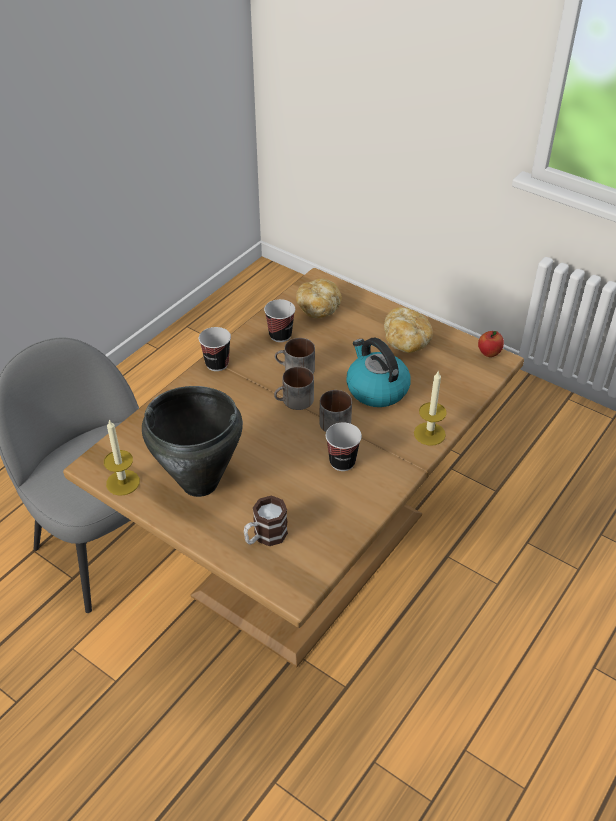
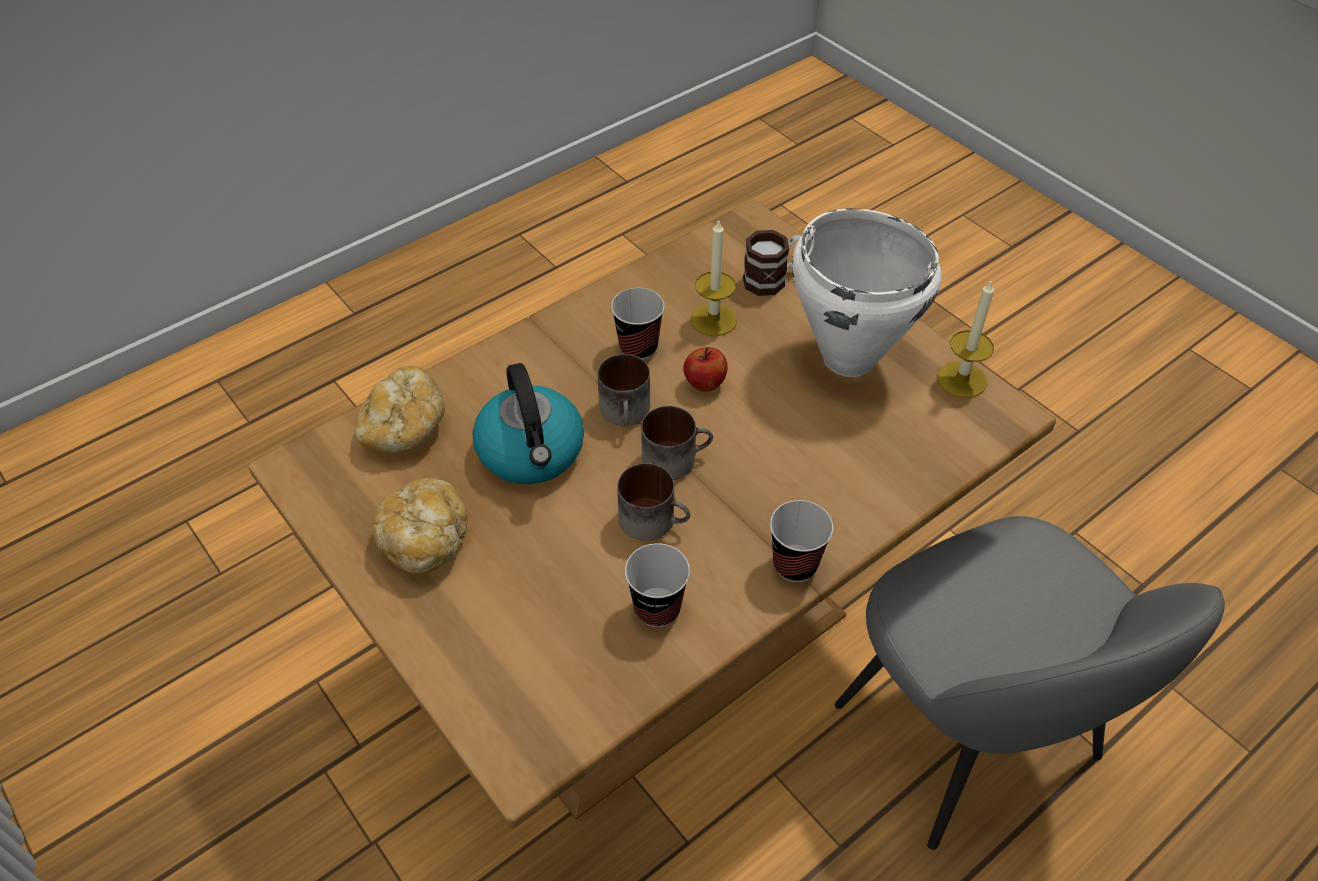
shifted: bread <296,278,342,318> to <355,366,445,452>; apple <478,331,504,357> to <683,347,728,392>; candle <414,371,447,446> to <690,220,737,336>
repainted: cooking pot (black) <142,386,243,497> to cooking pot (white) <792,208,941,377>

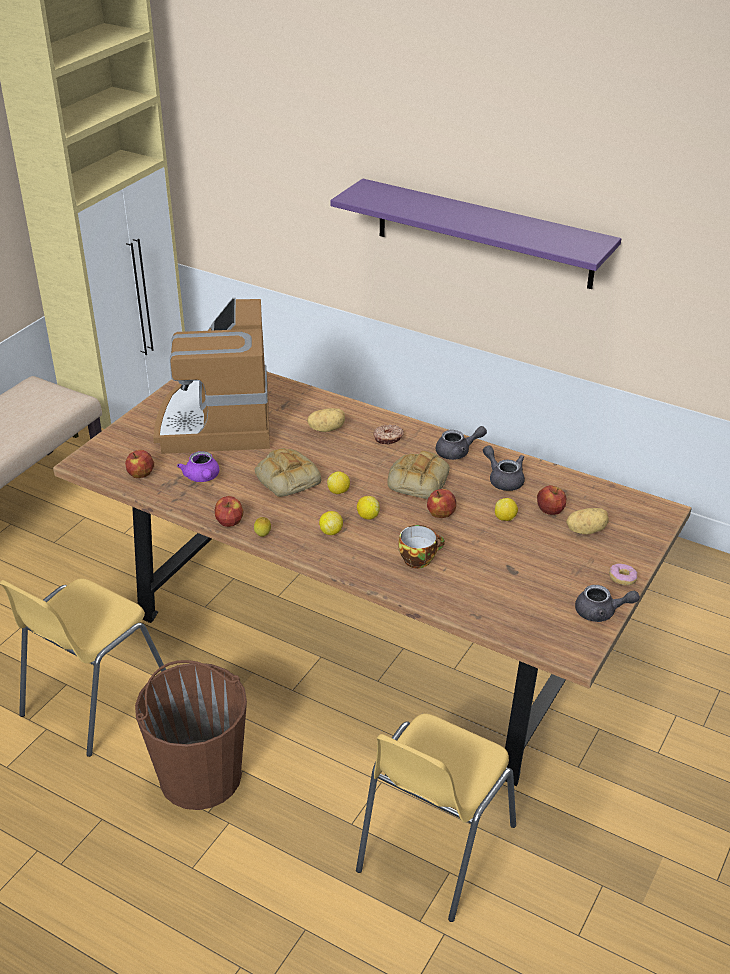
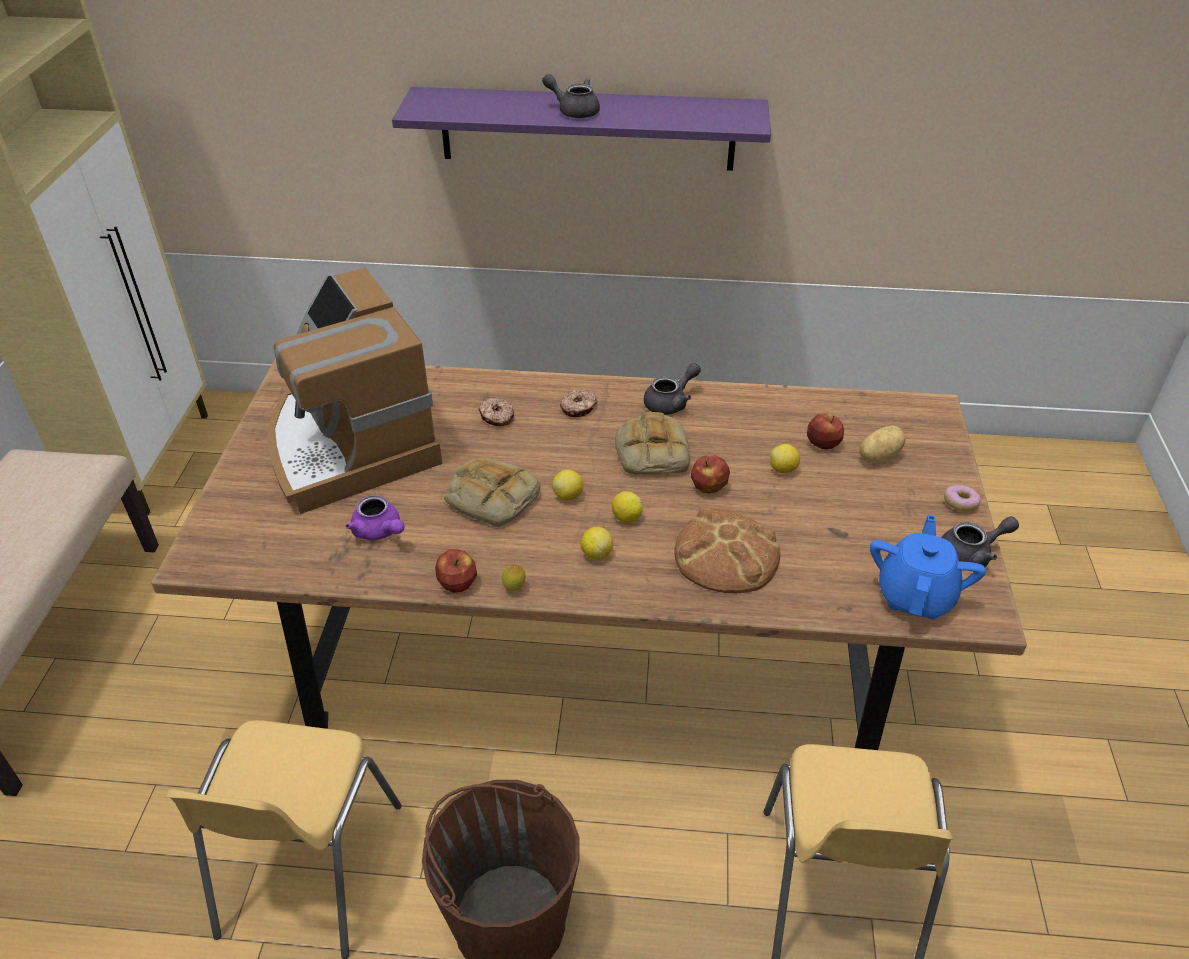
gone: apple <125,450,154,478>
new: teapot (blue) <870,515,986,620>
shifted: teapot (grey) <483,445,525,491> to <542,74,600,118>
swapped: potato <307,408,345,432> to donut <478,398,514,426>; cup <398,525,445,569> to bread <674,507,780,593>

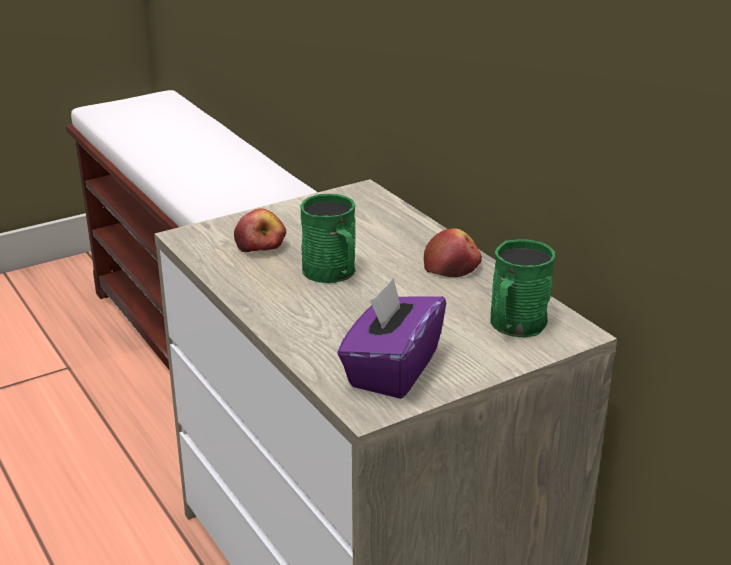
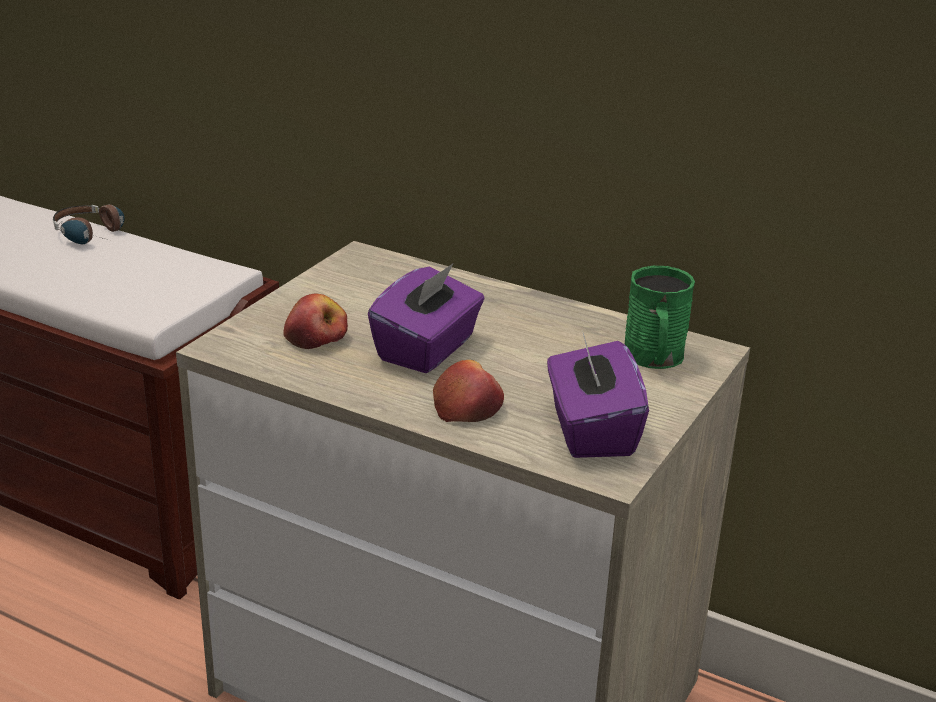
new: headphones <53,204,125,244>
shifted: apple <424,228,482,277> to <433,360,504,422>
swapped: mug (green) <300,194,356,283> to tissue box (purple) <368,264,484,373>

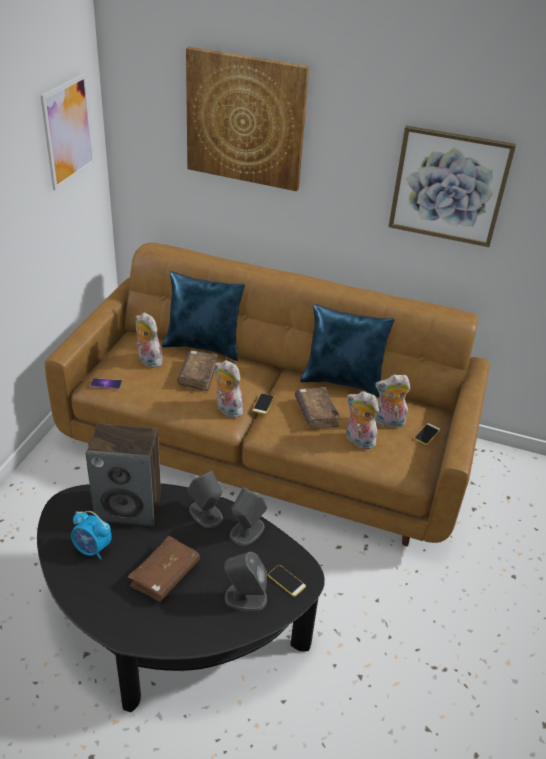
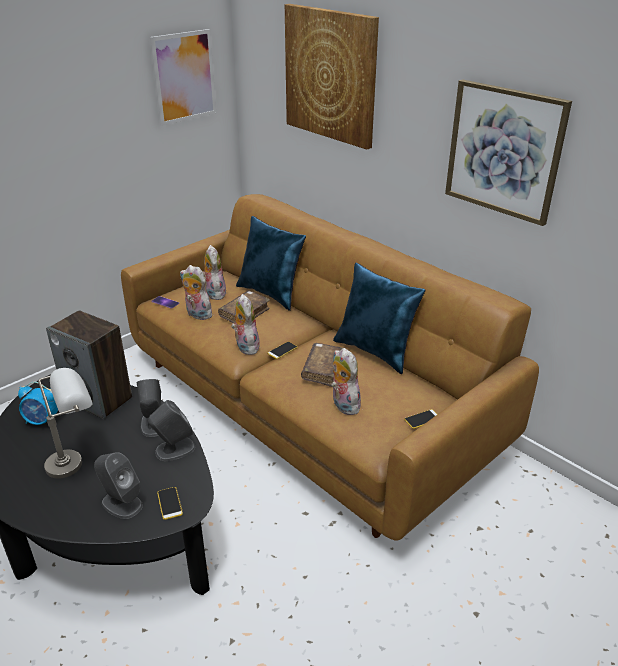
shifted: plush toy <375,374,411,428> to <180,265,212,320>
swapped: book (brown) <128,536,200,601> to table lamp (grey) <38,368,93,479>
rotated: alarm clock <71,511,112,560> = <18,382,58,425> 45 degrees counterclockwise

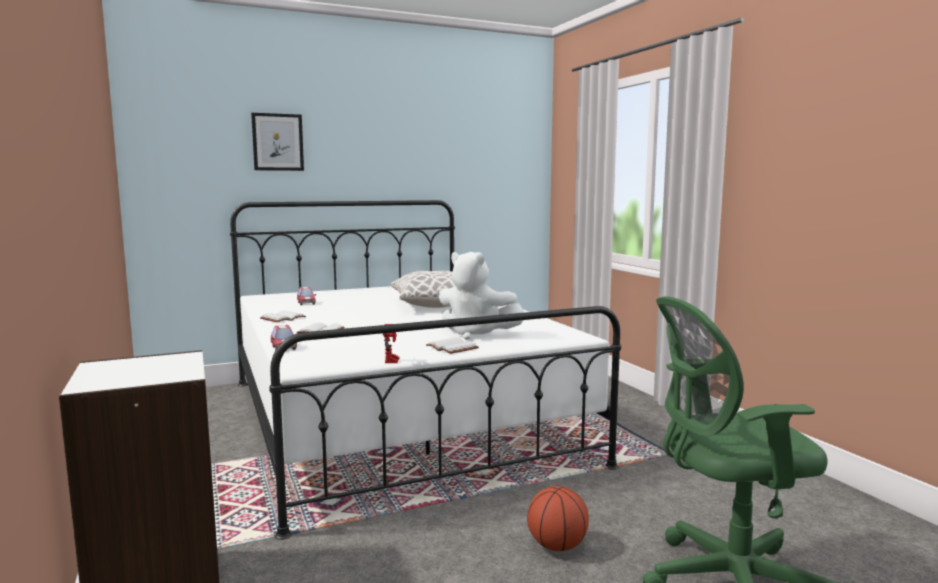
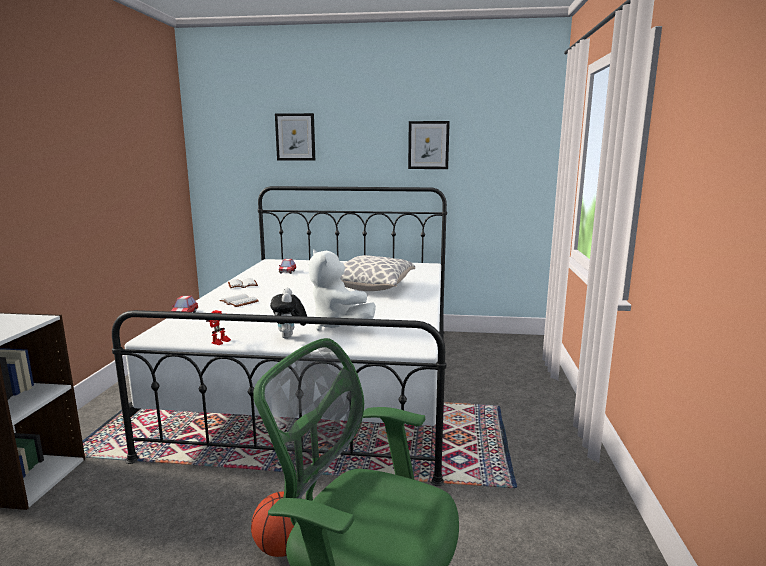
new: picture <408,121,450,169>
swapped: book (white) <426,337,479,354> to plush toy <270,288,307,339>

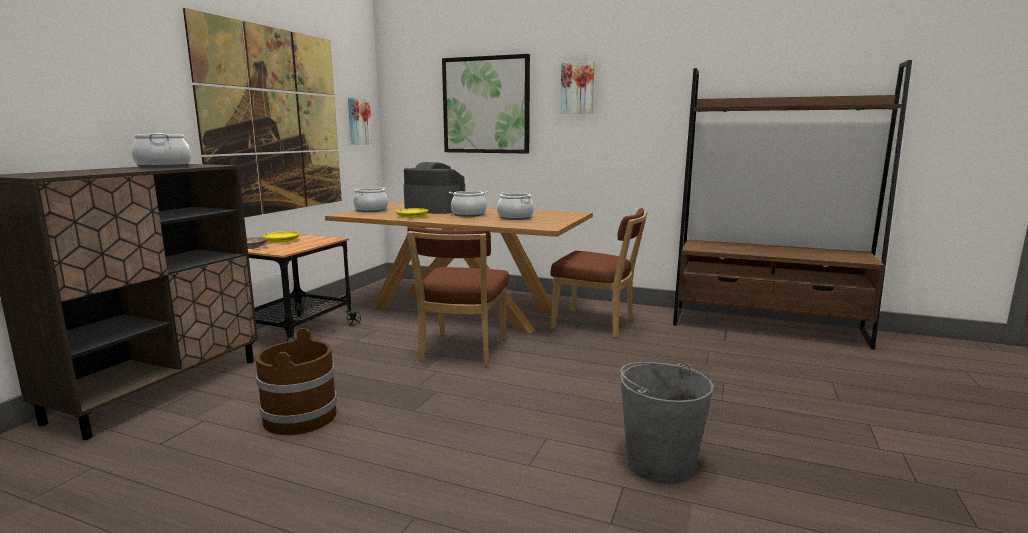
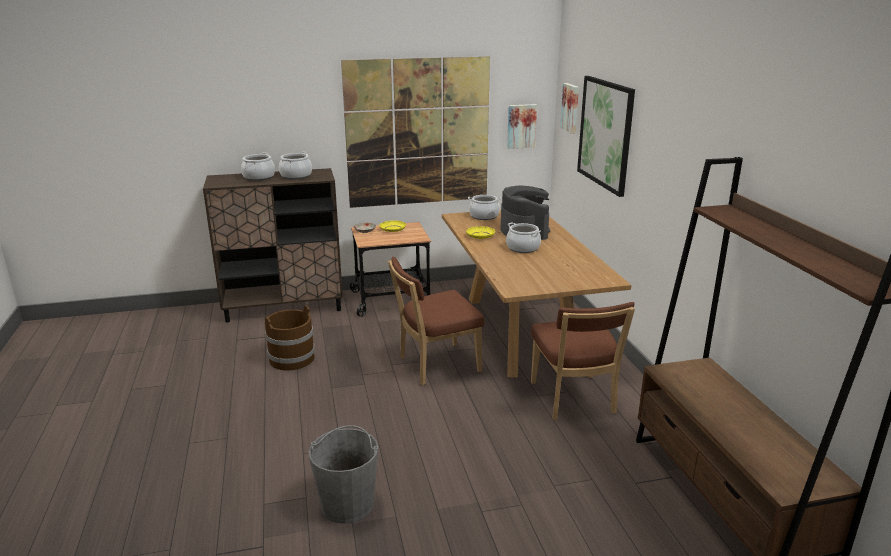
shifted: cooking pot <497,192,534,220> to <241,153,275,181>; picture <560,61,595,114> to <560,83,579,134>

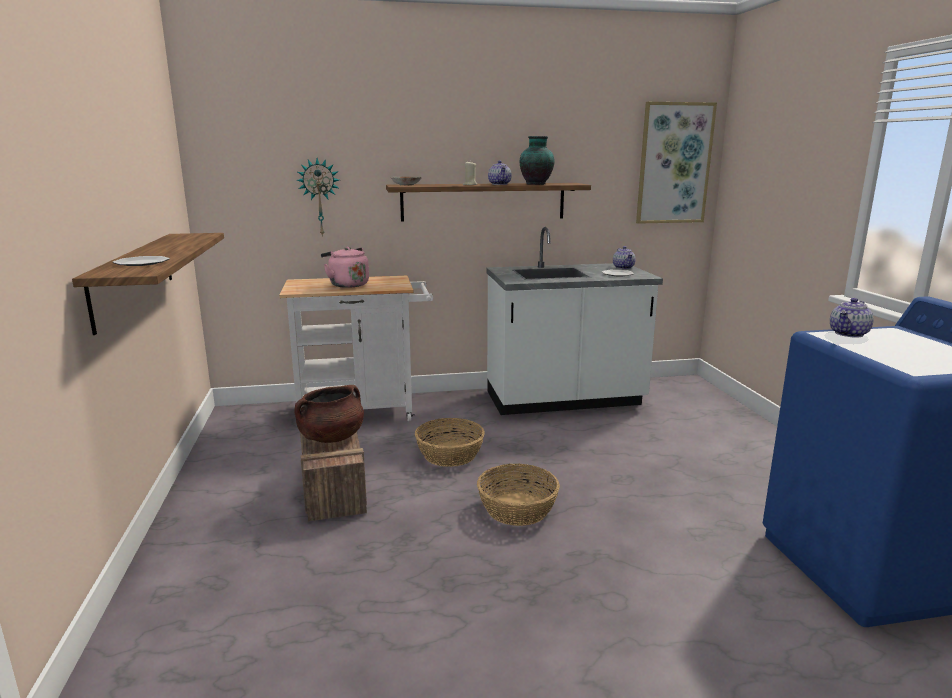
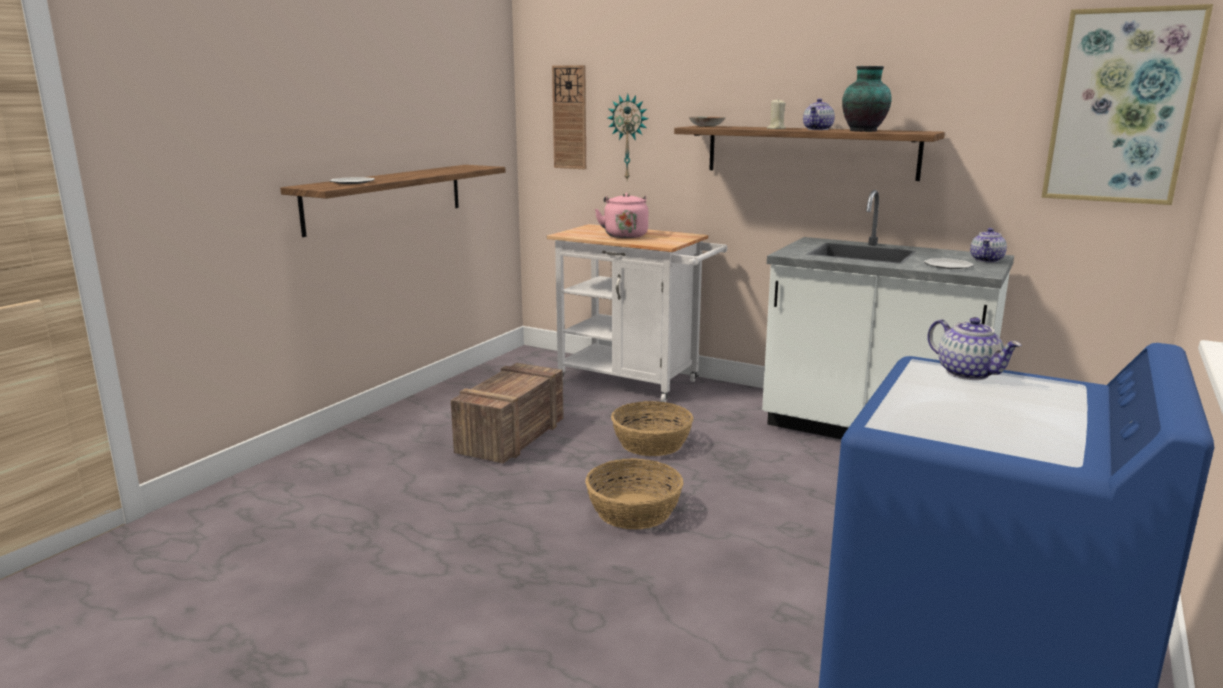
gone: cooking pot (brown) <294,385,364,443>
new: wall clock <552,65,586,169>
rotated: teapot <830,298,874,338> = <927,317,1022,380> 120 degrees counterclockwise

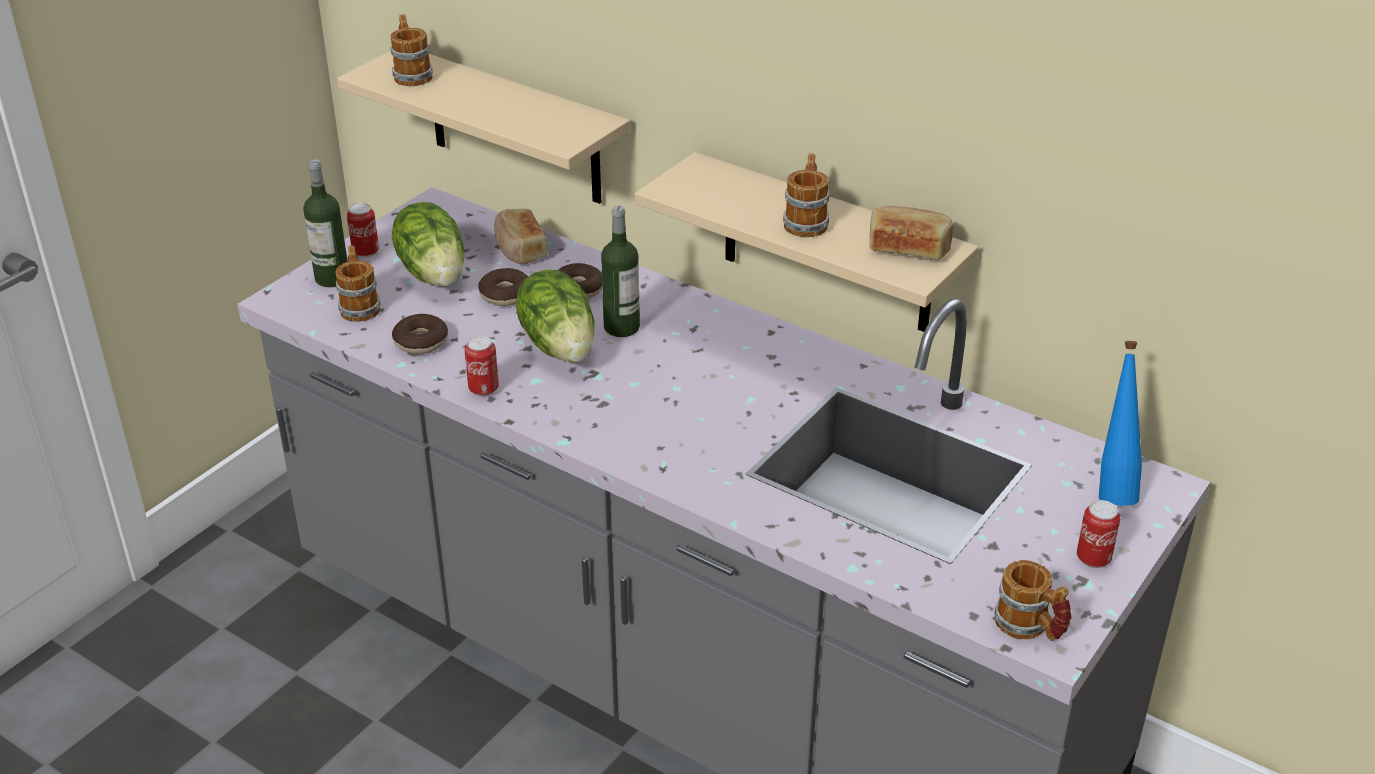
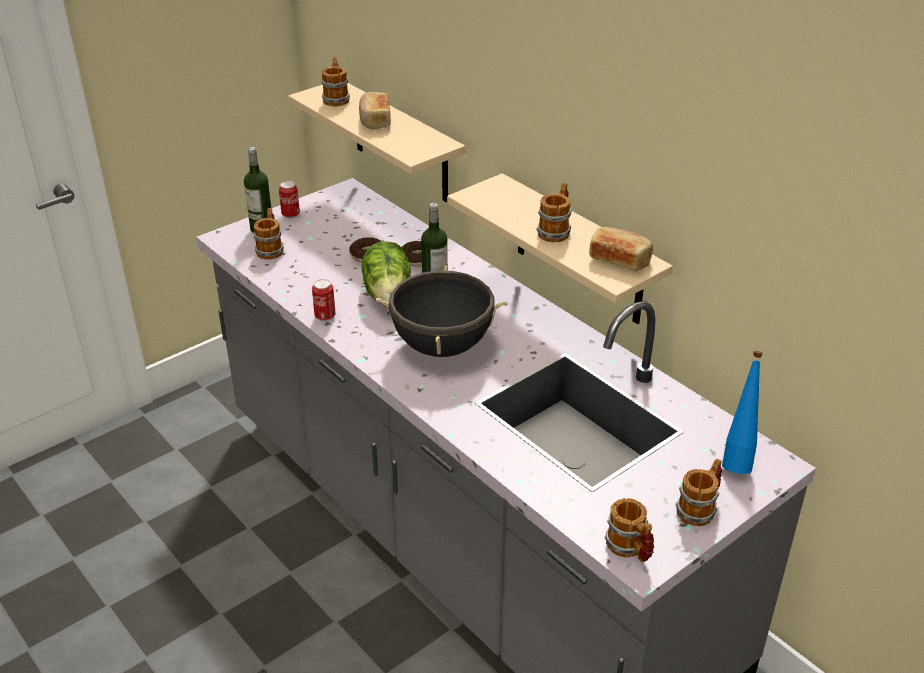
gone: lettuce <392,202,464,287>; donut <392,314,448,354>
new: cooking pot (black) <376,265,508,357>
shifted: bread <494,209,548,264> to <359,92,391,130>
swapped: can <1077,500,1120,568> to mug <675,459,722,526>

